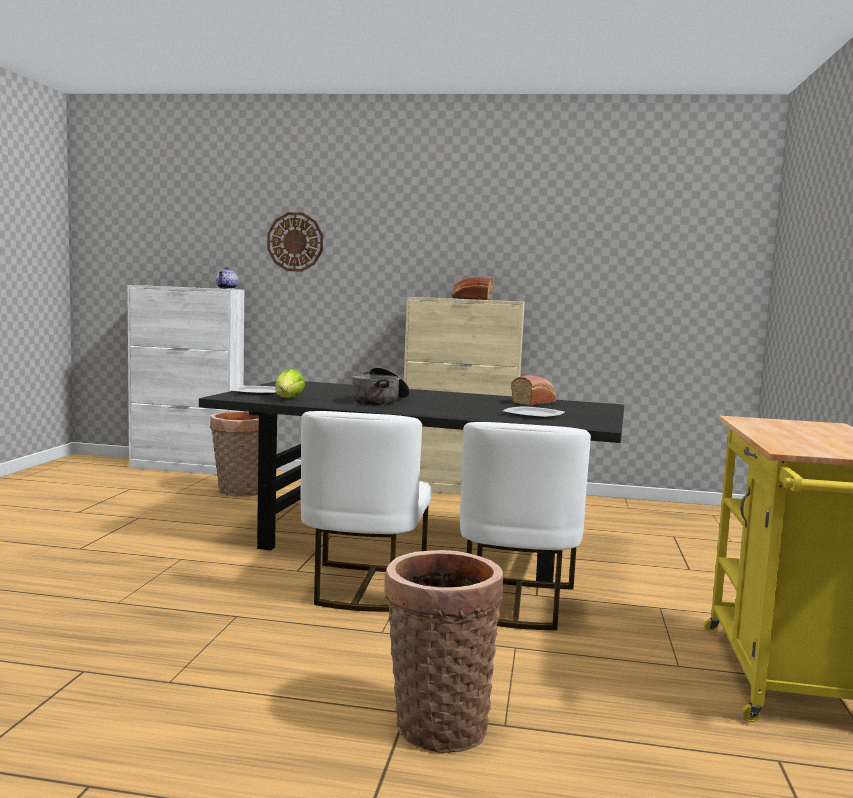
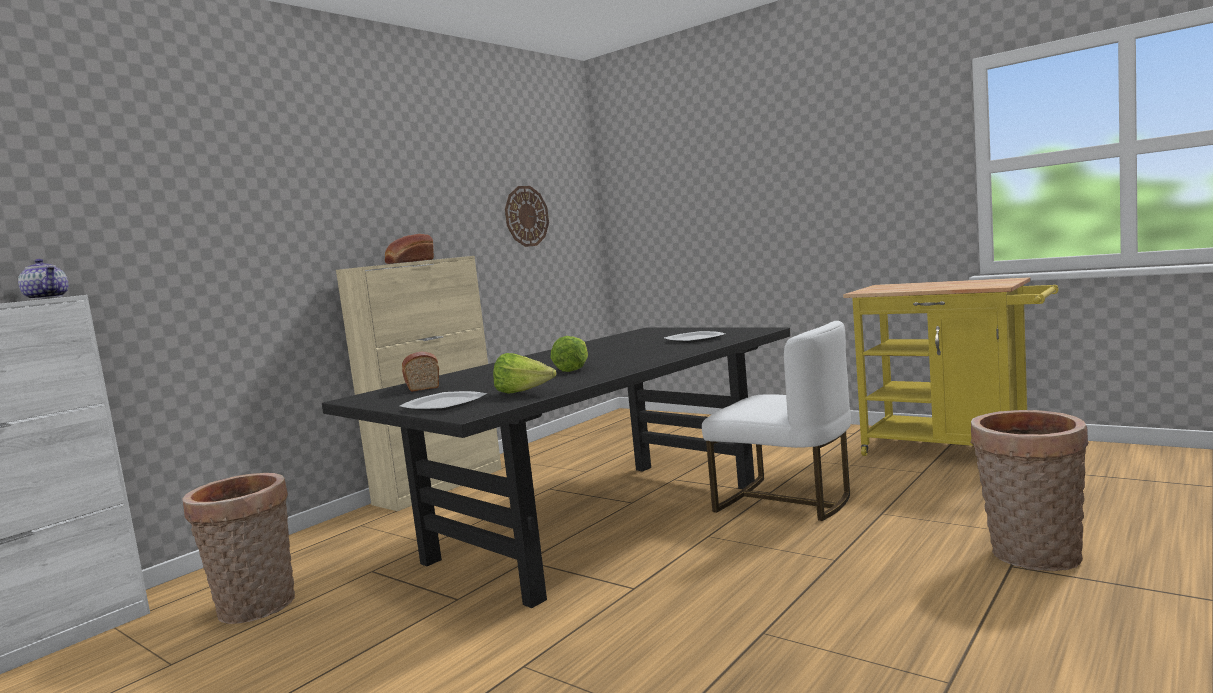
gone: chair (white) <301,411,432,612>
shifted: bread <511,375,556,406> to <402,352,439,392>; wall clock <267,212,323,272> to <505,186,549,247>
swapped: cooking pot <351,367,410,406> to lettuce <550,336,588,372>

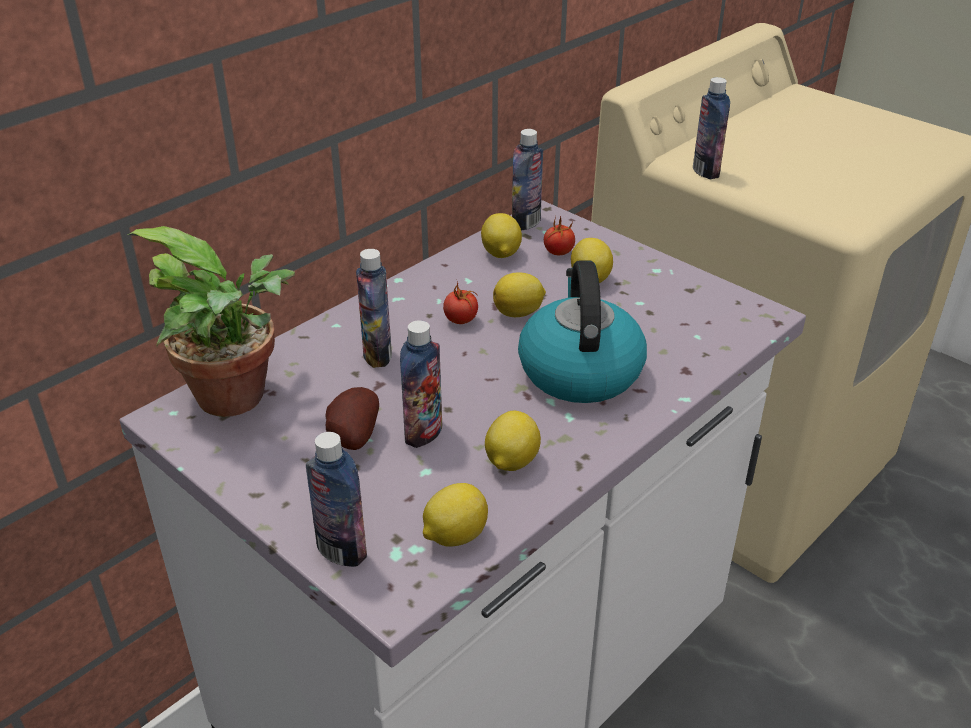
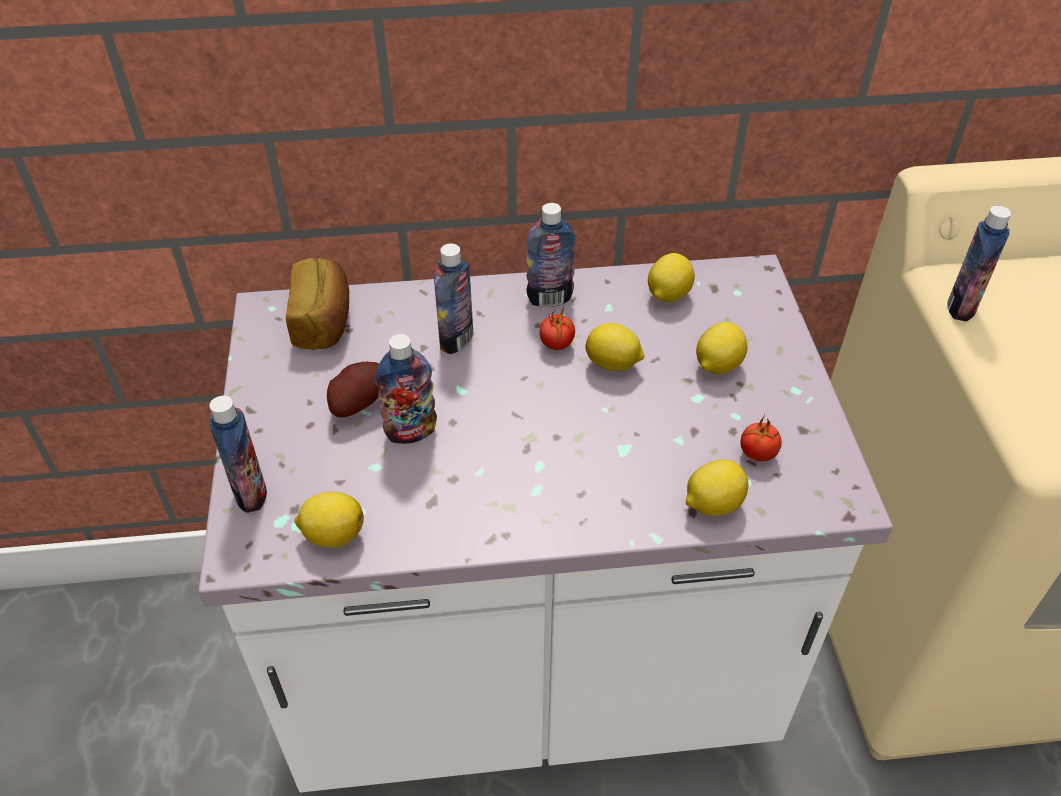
gone: kettle <518,260,647,403>
shifted: bottle <512,129,543,231> to <526,203,576,307>; lemon <485,411,541,471> to <686,460,748,516>; tomato <544,216,575,255> to <741,415,782,461>
swapped: potted plant <128,226,295,417> to bread <286,258,349,350>

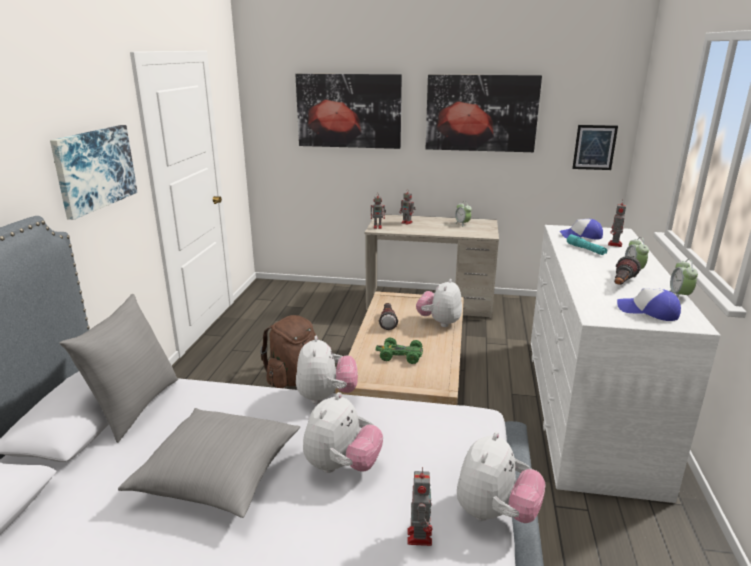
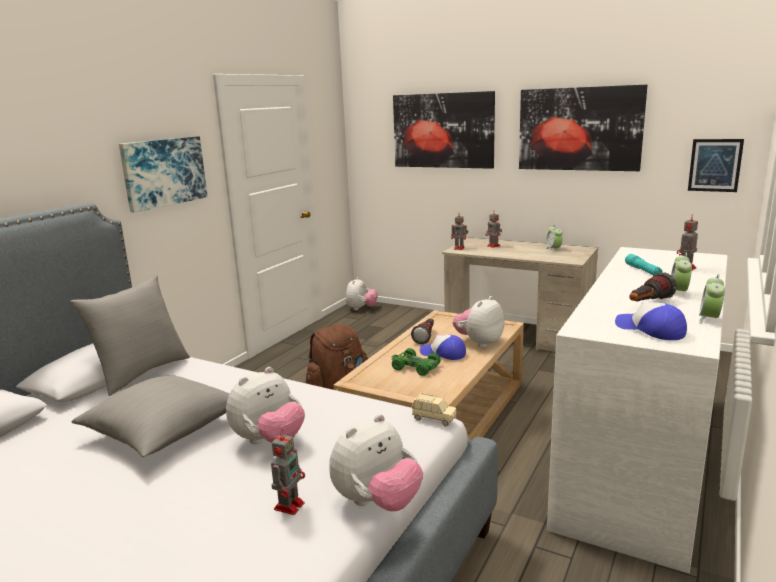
new: toy car (beige) <412,393,457,427>
shifted: plush toy <296,336,358,404> to <346,277,378,311>; cap <560,219,603,240> to <420,335,466,360>

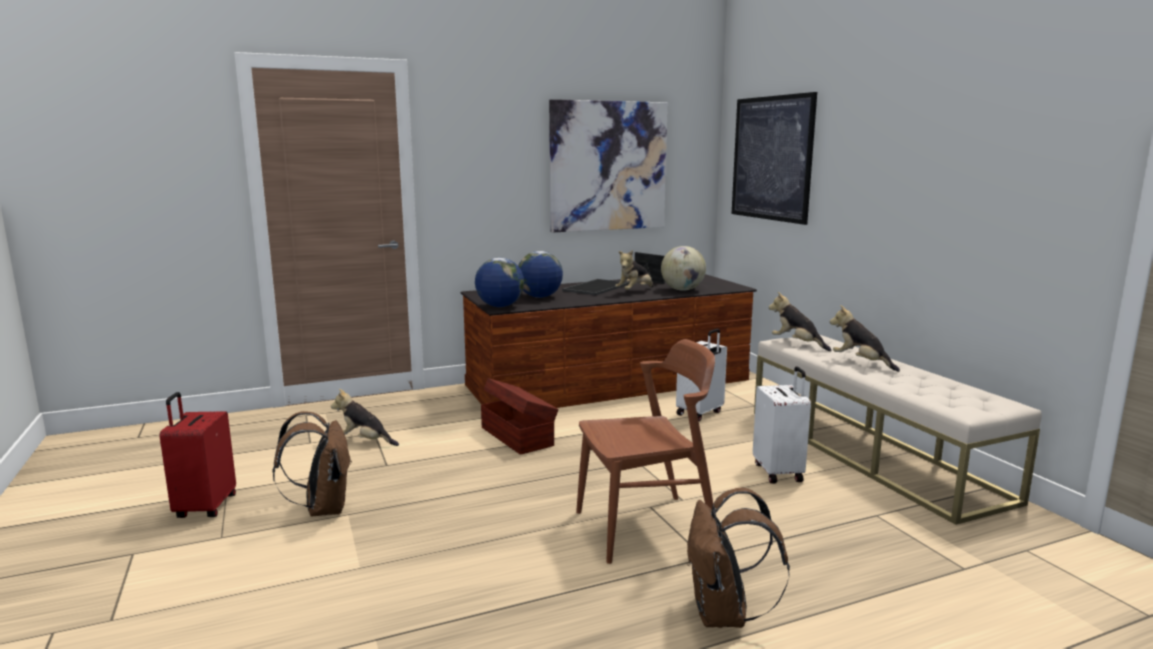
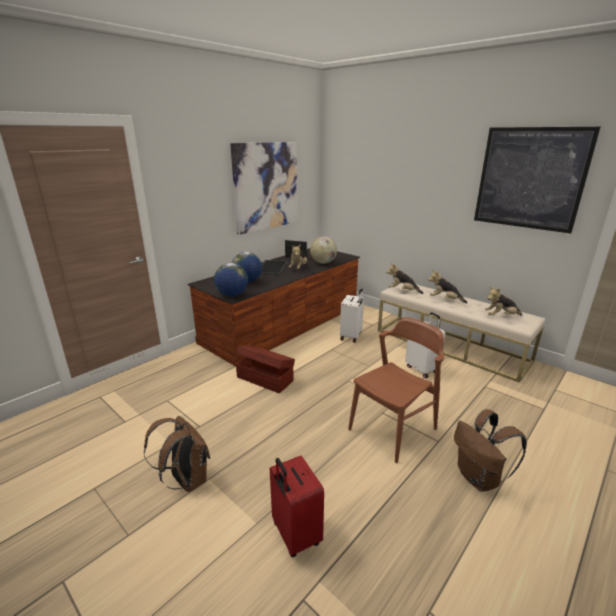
shifted: suitcase (red) <160,392,236,518> to <270,456,324,557>; picture <732,92,817,225> to <474,127,600,233>; plush toy <331,389,399,446> to <485,287,522,315>

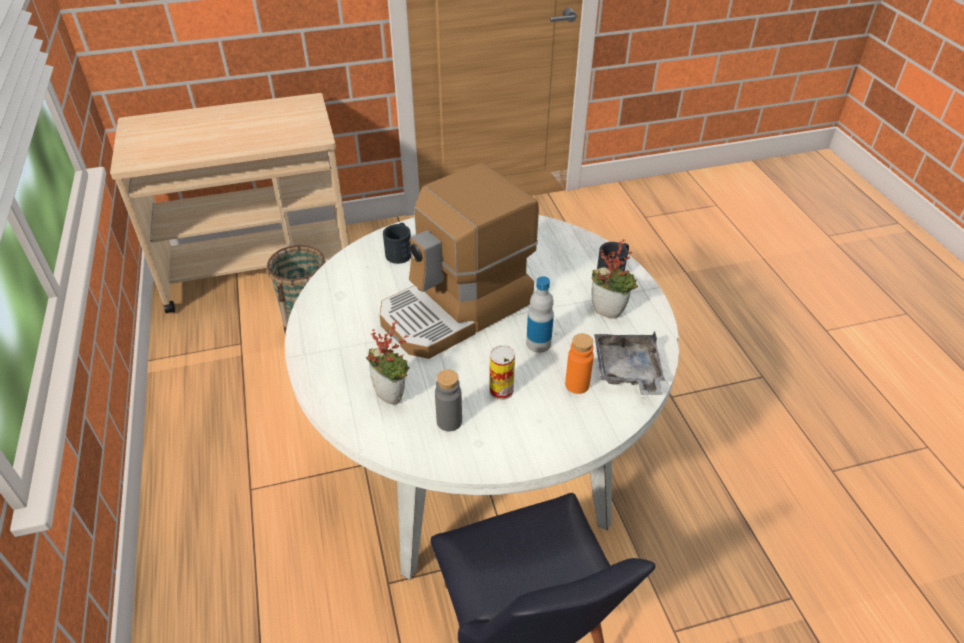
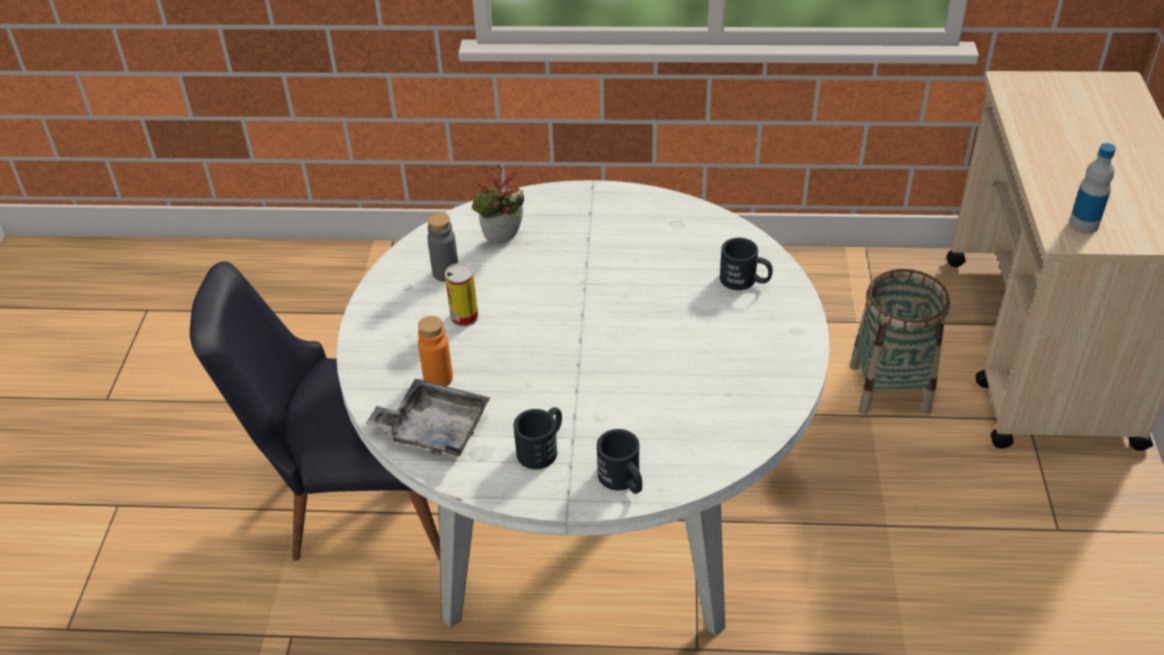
gone: coffee machine <380,163,539,359>
shifted: bottle <526,276,554,353> to <1069,143,1116,234>
swapped: potted plant <591,239,638,319> to mug (black) <514,407,562,469>

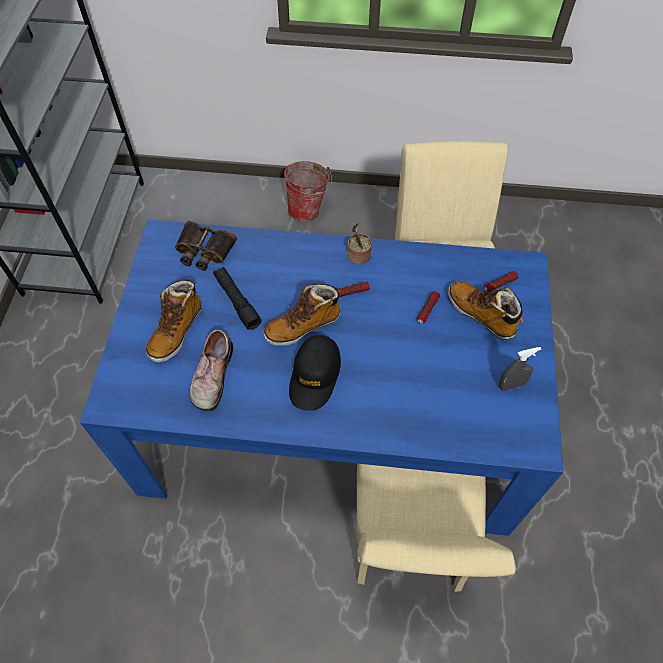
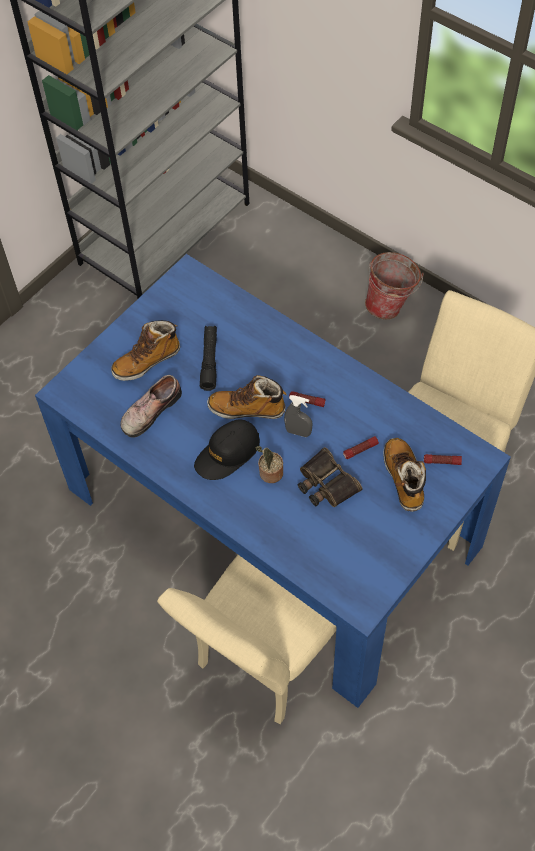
shifted: potted plant <348,223,372,264> to <256,446,283,483>; spray bottle (grey) <499,347,541,391> to <284,395,312,437>; binoculars <175,221,237,271> to <297,447,362,508>

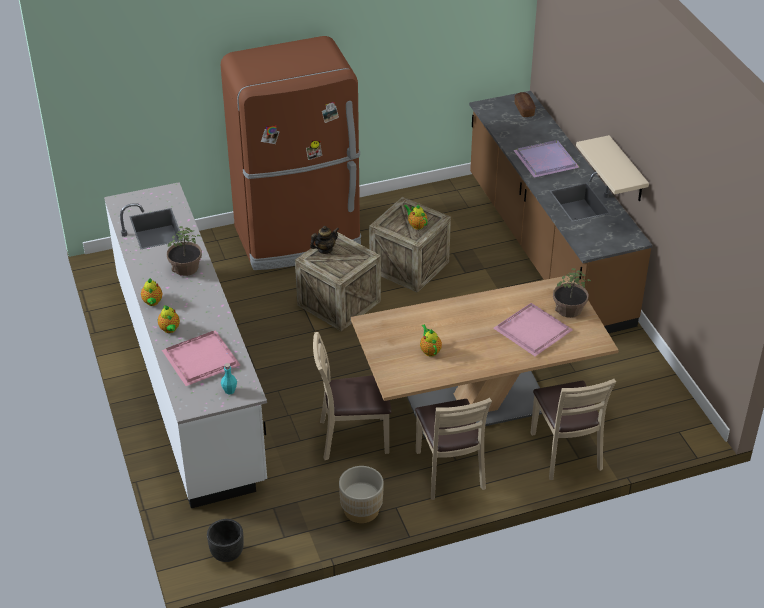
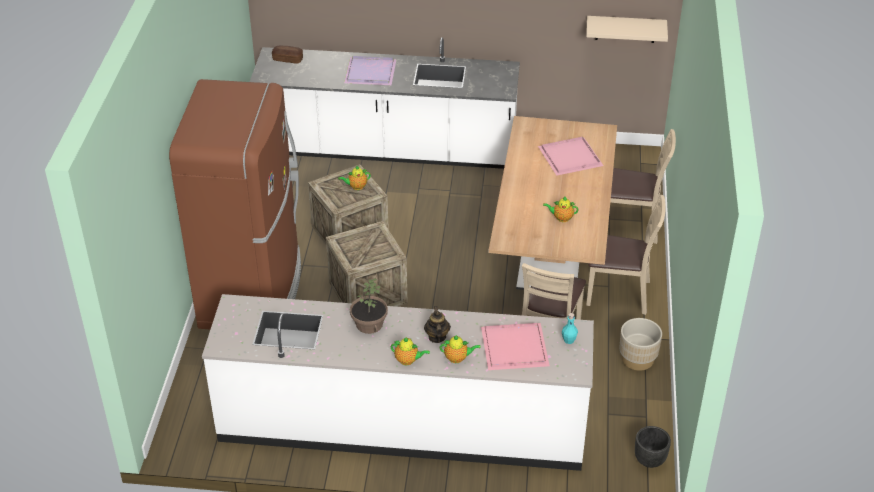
gone: potted plant <553,268,591,318>
shifted: teapot <310,226,339,254> to <424,306,451,343>; shelf (beige) <576,135,649,201> to <586,16,668,43>
repainted: counter (brown) <469,91,652,333> to counter (white) <250,37,520,169>

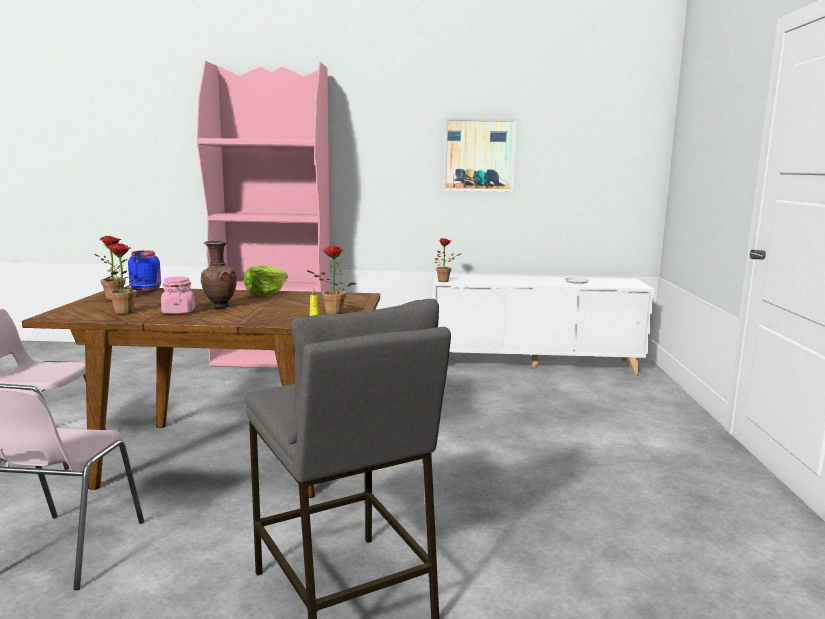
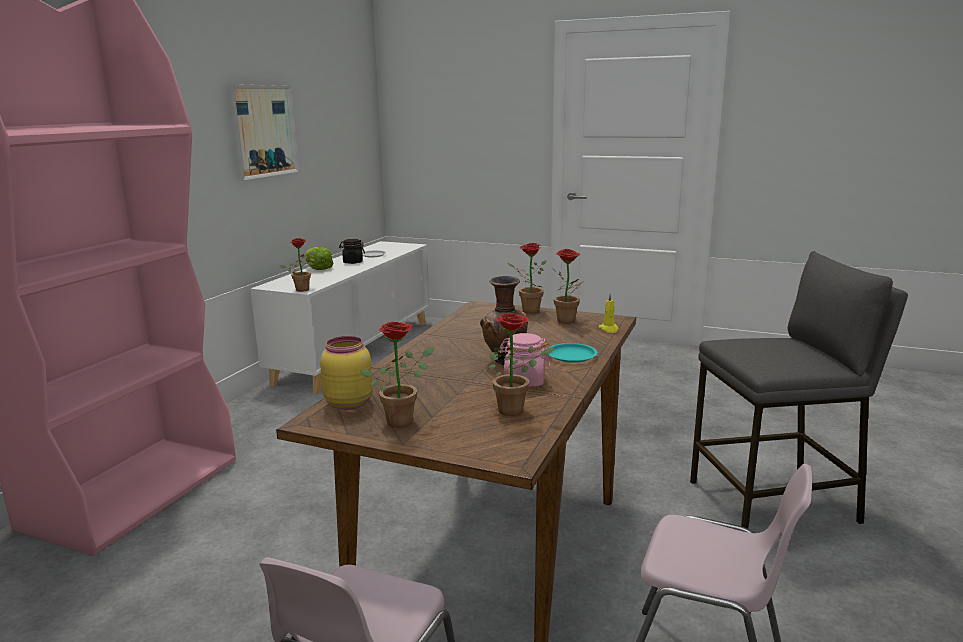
new: jar (black) <339,239,365,264>; potted plant <508,243,546,314>; plate (turquoise) <548,343,598,363>
shifted: lettuce <244,266,288,296> to <305,247,333,270>
repainted: jar (blue) <128,250,161,293> to jar (yellow) <320,336,373,410>

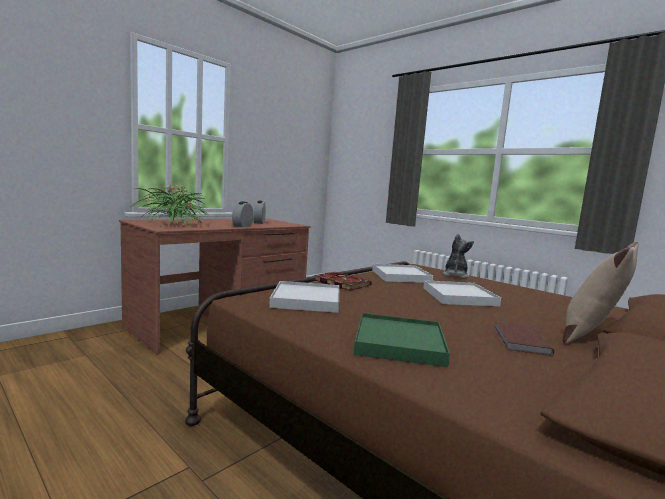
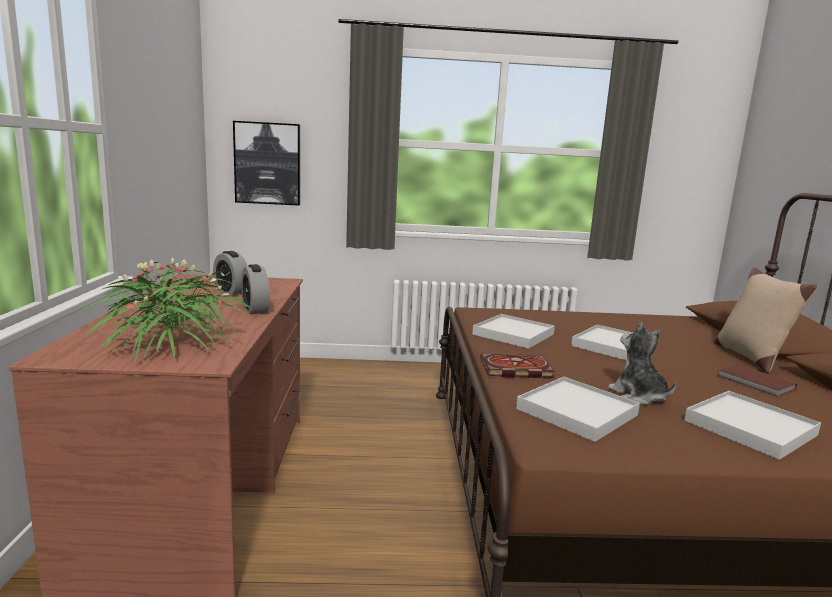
new: picture <233,121,300,205>
shifted: plush toy <442,234,474,278> to <608,323,676,405>
repainted: tray (green) <354,313,450,367> to tray (white) <684,391,821,460>

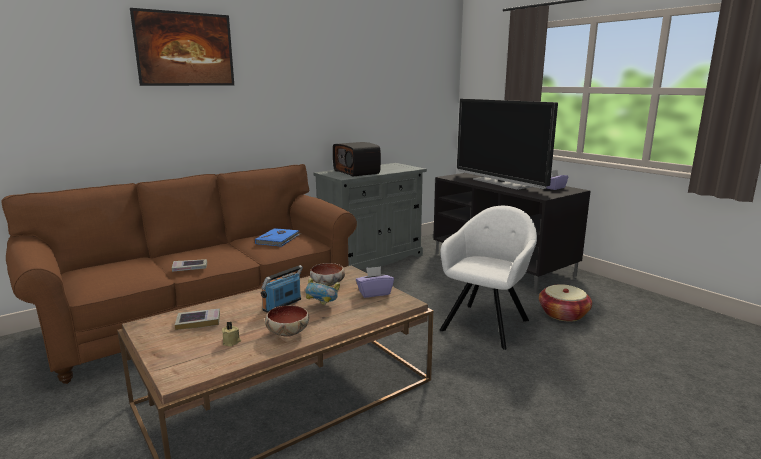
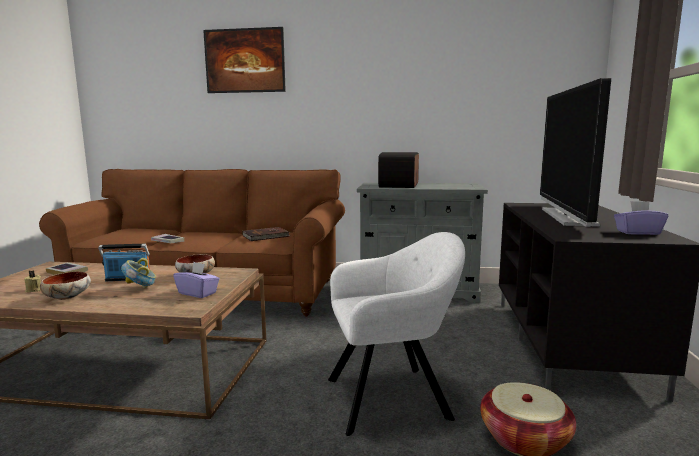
repainted: book (blue) <255,228,301,247> to book (brown) <242,227,291,241>

